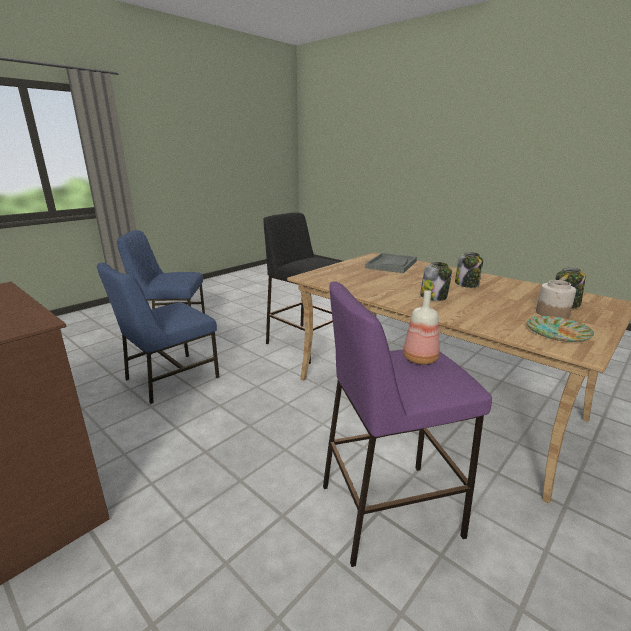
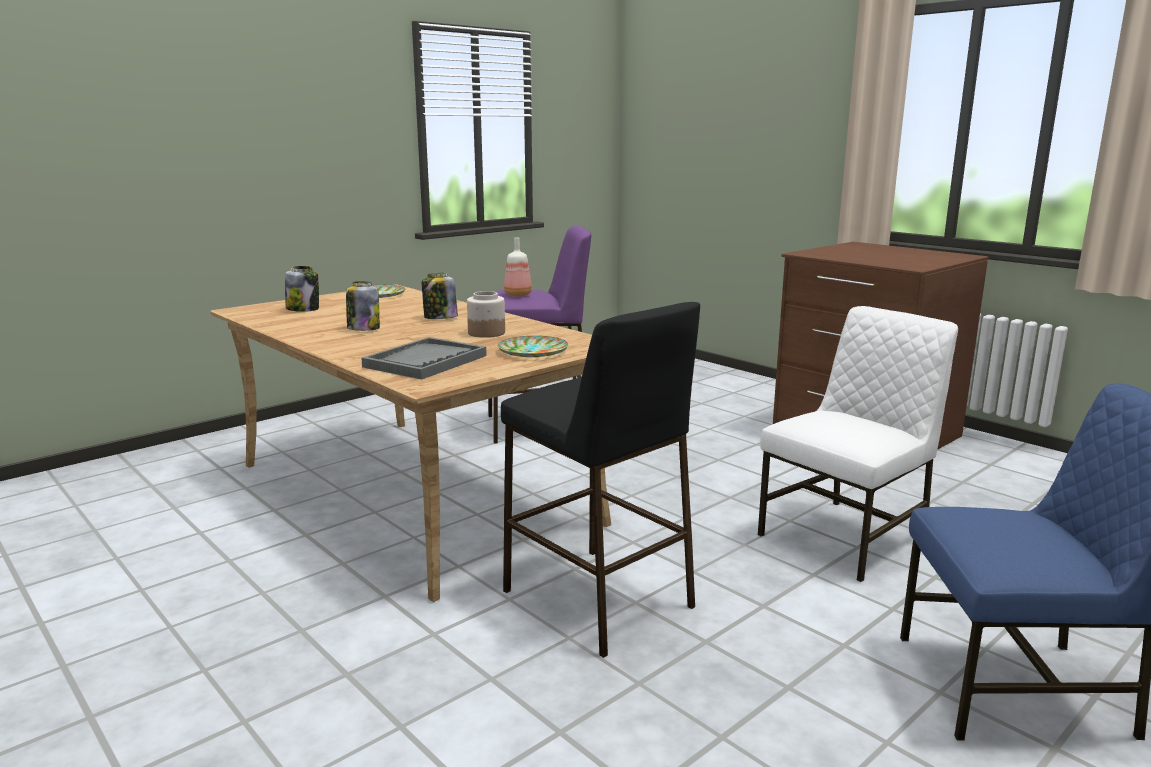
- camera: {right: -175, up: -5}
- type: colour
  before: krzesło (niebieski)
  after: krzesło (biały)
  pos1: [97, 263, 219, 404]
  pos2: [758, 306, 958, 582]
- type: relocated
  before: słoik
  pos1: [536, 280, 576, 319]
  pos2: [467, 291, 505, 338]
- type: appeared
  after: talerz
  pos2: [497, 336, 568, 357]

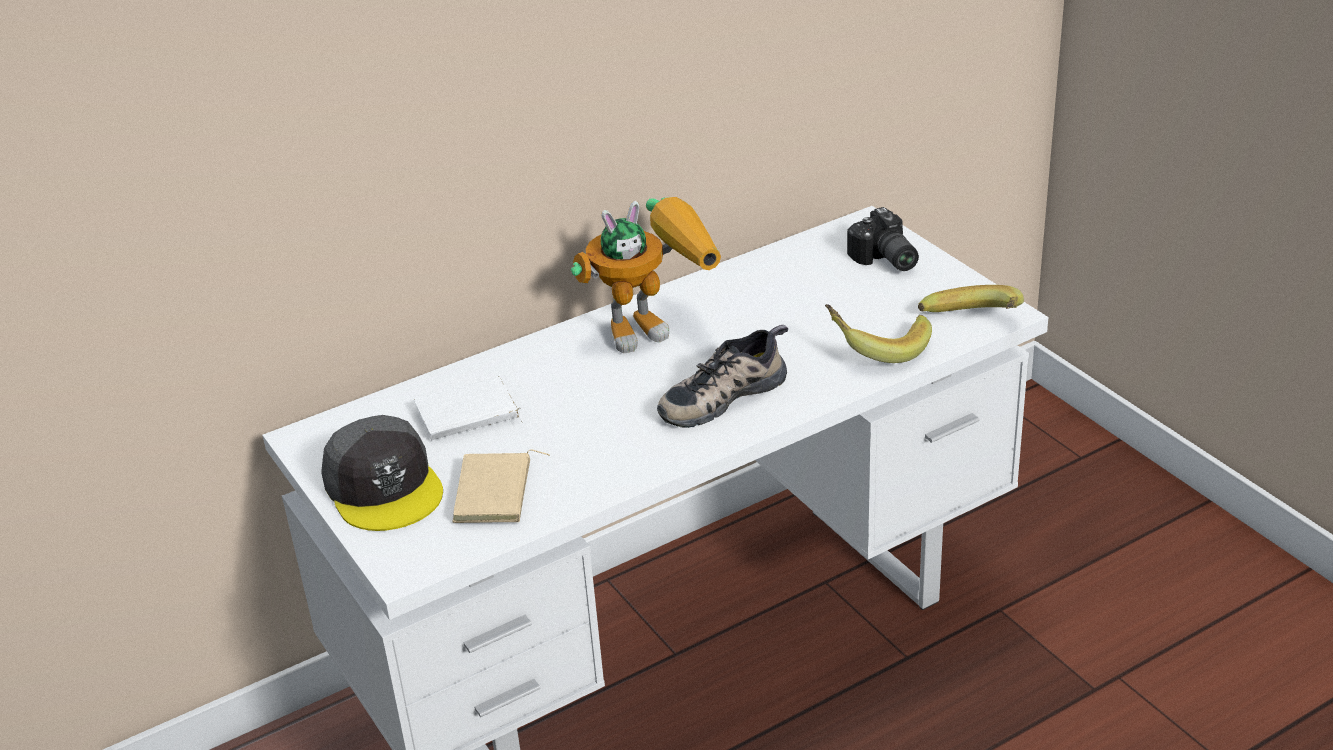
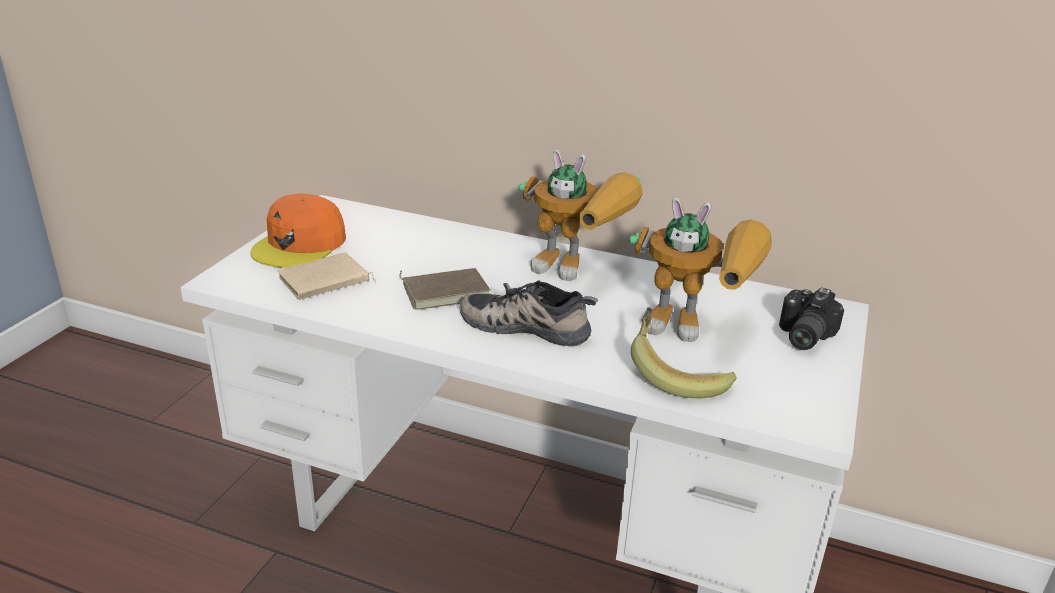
- camera: {right: 50, up: -5}
- type: colour
  before: czapka z daszkiem (szary)
  after: czapka z daszkiem (pomarańczowy)
  pos1: [321, 415, 443, 531]
  pos2: [251, 193, 346, 268]
- type: missing
  before: książka (biały)
  pos1: [414, 376, 523, 440]
- type: missing
  before: banan
  pos1: [918, 285, 1024, 312]
- type: appeared
  after: książka (brązowy)
  pos2: [399, 268, 490, 310]
- type: appeared
  after: robot zabawkowy
  pos2: [629, 197, 772, 342]

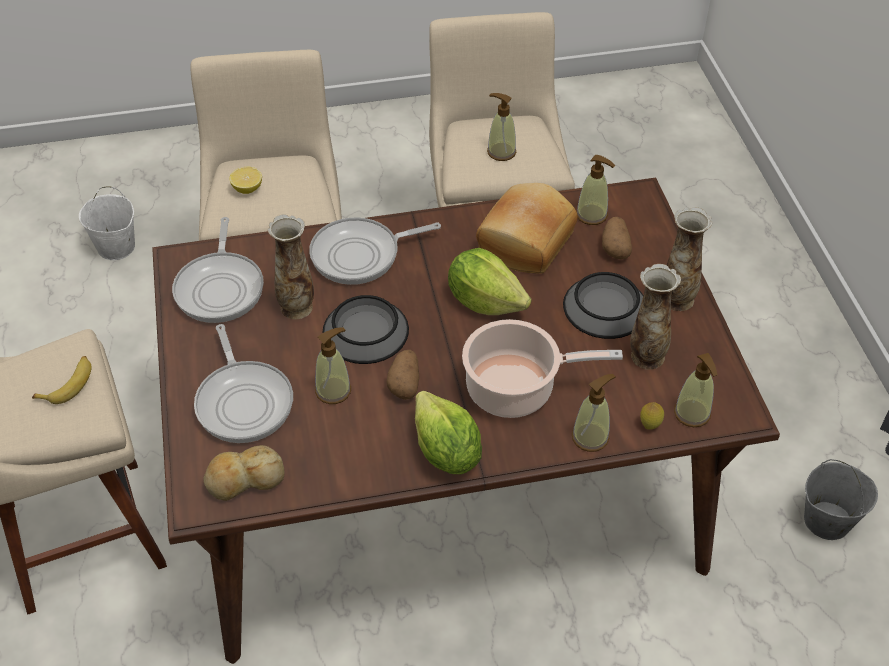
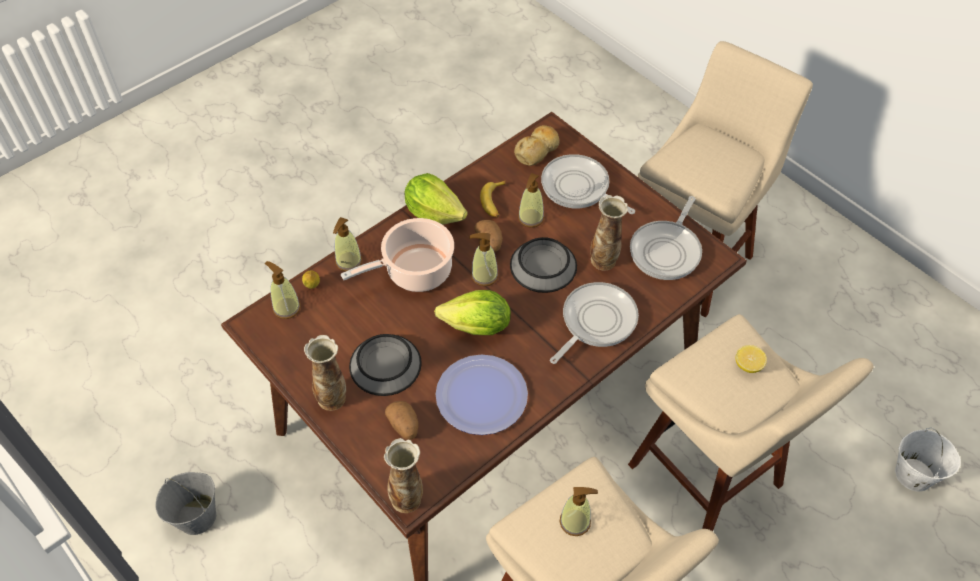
- camera: {right: 150, up: 5}
- type: relocated
  before: banan
  pos1: [32, 356, 91, 404]
  pos2: [480, 181, 505, 218]
- type: spun
  before: patelnia
  pos1: [172, 217, 264, 323]
  pos2: [630, 196, 702, 280]
  turn: -120
- type: exchanged
  before: chleb
  after: talerz
  pos1: [476, 183, 578, 274]
  pos2: [436, 354, 528, 435]
- type: relocated
  before: dozownik mydła
  pos1: [576, 155, 615, 225]
  pos2: [469, 233, 498, 286]
- type: relocated
  before: wazon
  pos1: [630, 264, 681, 370]
  pos2: [384, 438, 423, 513]

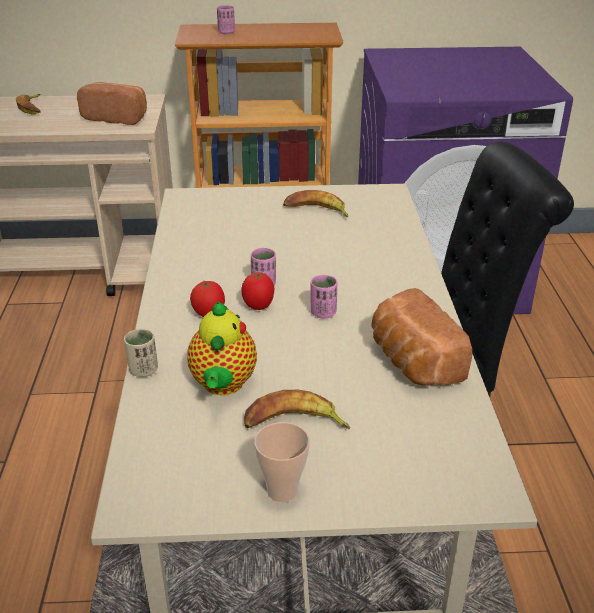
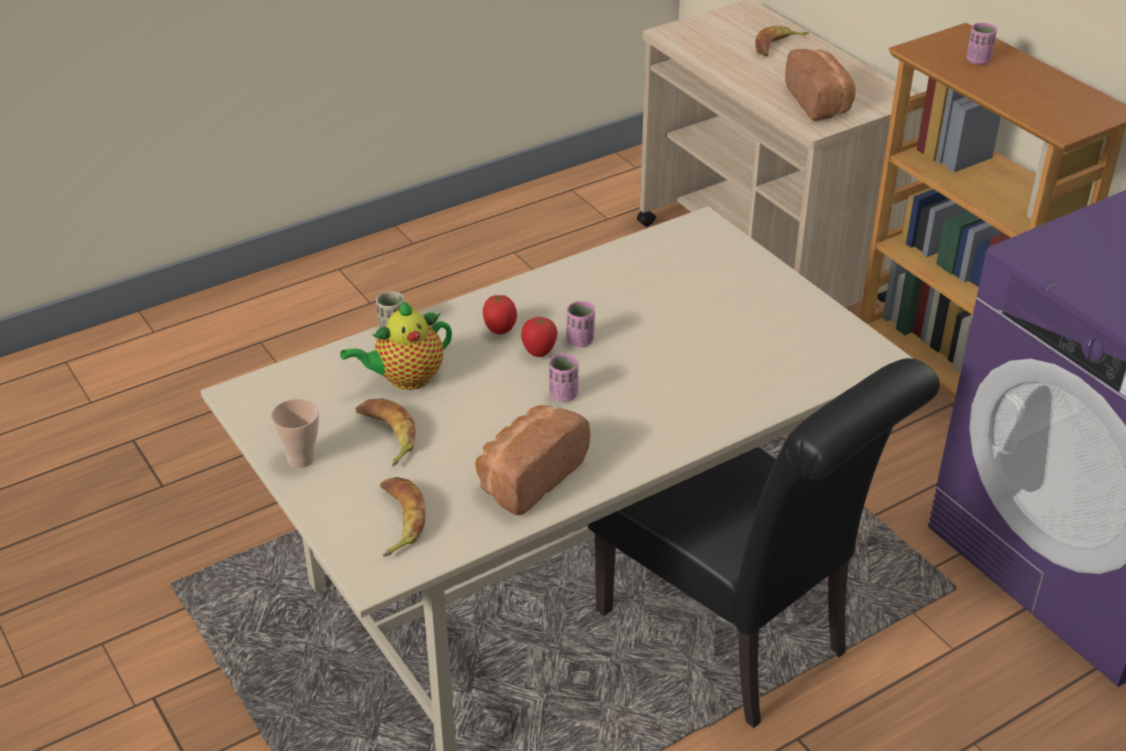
- camera: {right: 60, up: 5}
- type: relocated
  before: banan
  pos1: [283, 190, 348, 217]
  pos2: [380, 477, 425, 557]

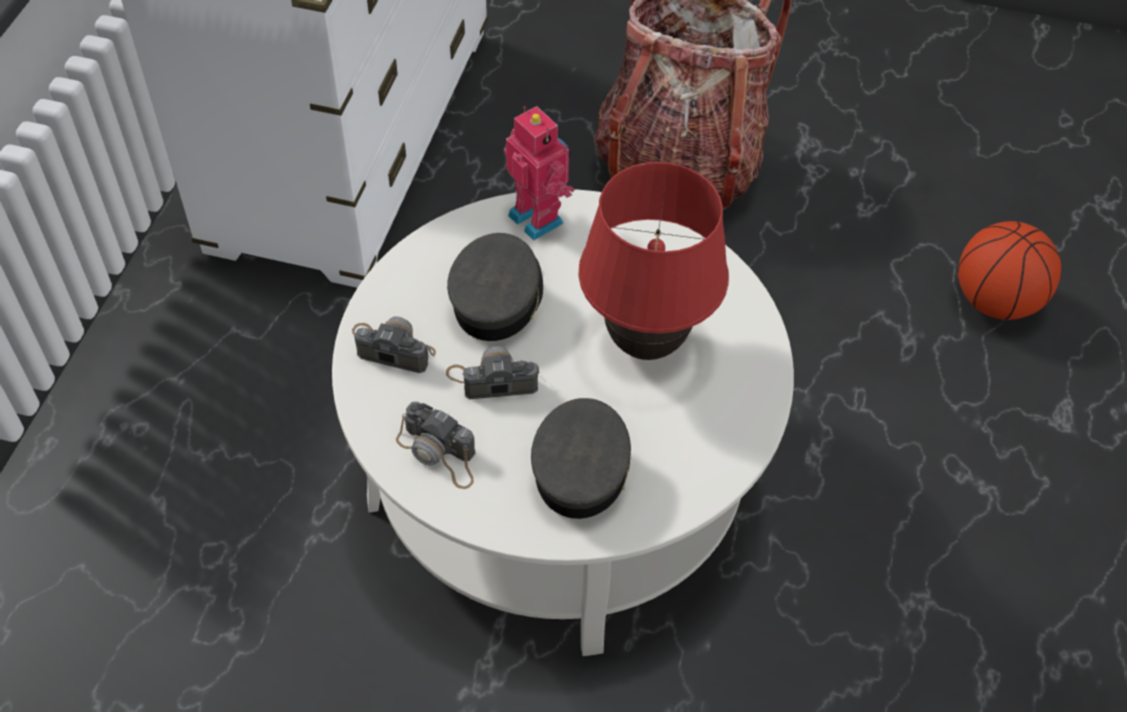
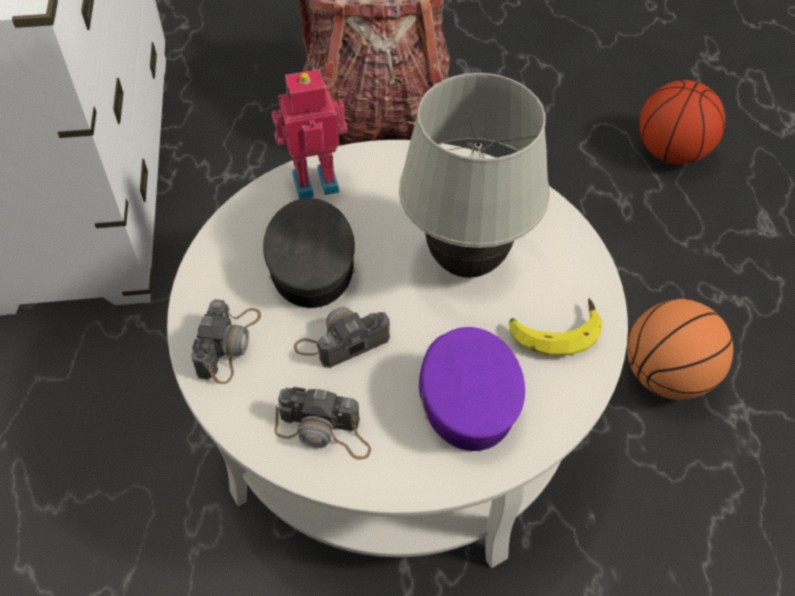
- camera: {right: -20, up: 0}
- type: spun
  before: aparat fotograficzny
  pos1: [352, 317, 436, 373]
  pos2: [191, 299, 261, 384]
  turn: 105
- type: spun
  before: robot zabawkowy
  pos1: [504, 106, 574, 241]
  pos2: [272, 69, 347, 199]
  turn: -45
- type: colour
  before: czapka z daszkiem (szary)
  after: czapka z daszkiem (fioletowy)
  pos1: [531, 398, 631, 519]
  pos2: [419, 327, 525, 451]
- type: colour
  before: lampa stołowa (czerwony)
  after: lampa stołowa (biały)
  pos1: [578, 162, 729, 360]
  pos2: [399, 73, 550, 278]
- type: appeared
  after: banan
  pos2: [509, 298, 602, 355]
- type: appeared
  after: piłka do koszykówki
  pos2: [627, 299, 733, 400]

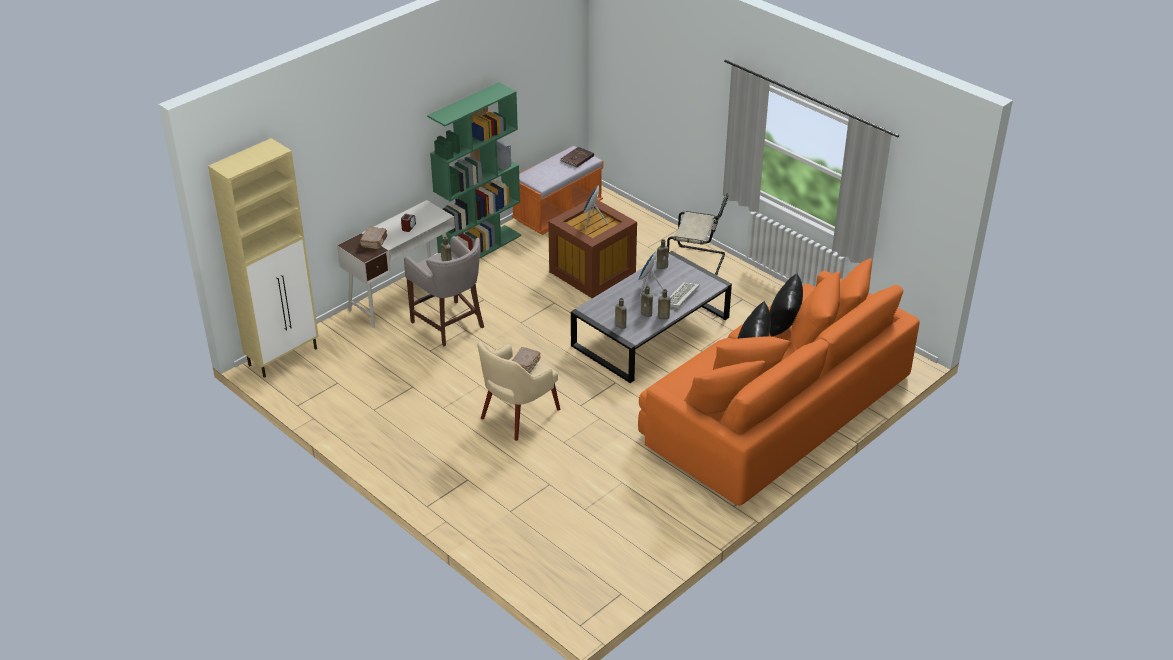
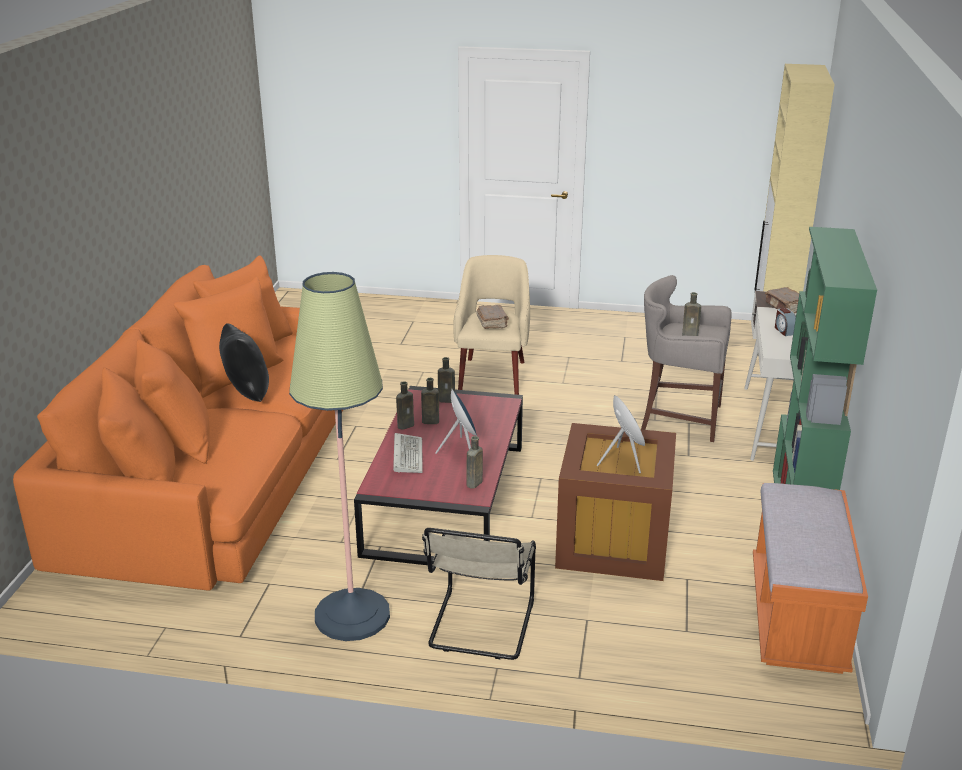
- camera: {right: 145, up: -10}
- type: missing
  before: książka (brązowy)
  pos1: [560, 147, 594, 167]
- type: colour
  before: ława (szary)
  after: ława (czerwony)
  pos1: [571, 251, 732, 383]
  pos2: [354, 386, 523, 565]
- type: spun
  before: krzesło (beżowy)
  pos1: [667, 193, 728, 275]
  pos2: [422, 528, 536, 660]
  turn: -60
- type: missing
  before: poduszka (czarny)
  pos1: [769, 273, 803, 337]
- type: appeared
  after: lampa stojąca
  pos2: [289, 272, 390, 641]

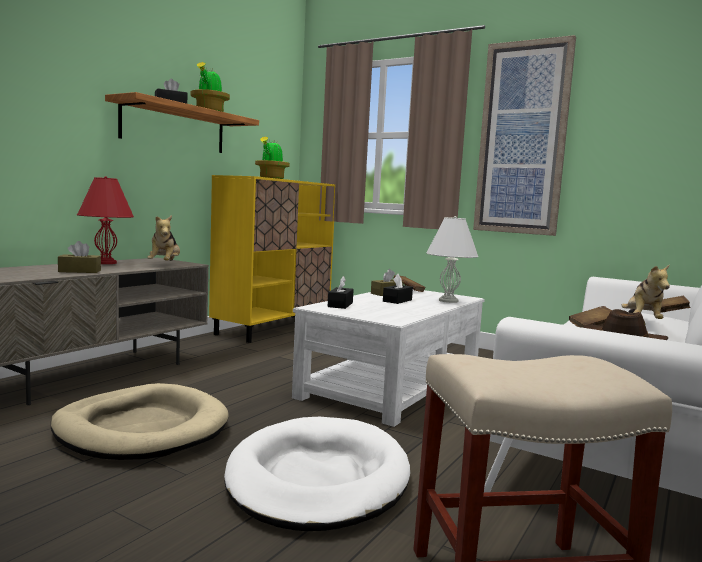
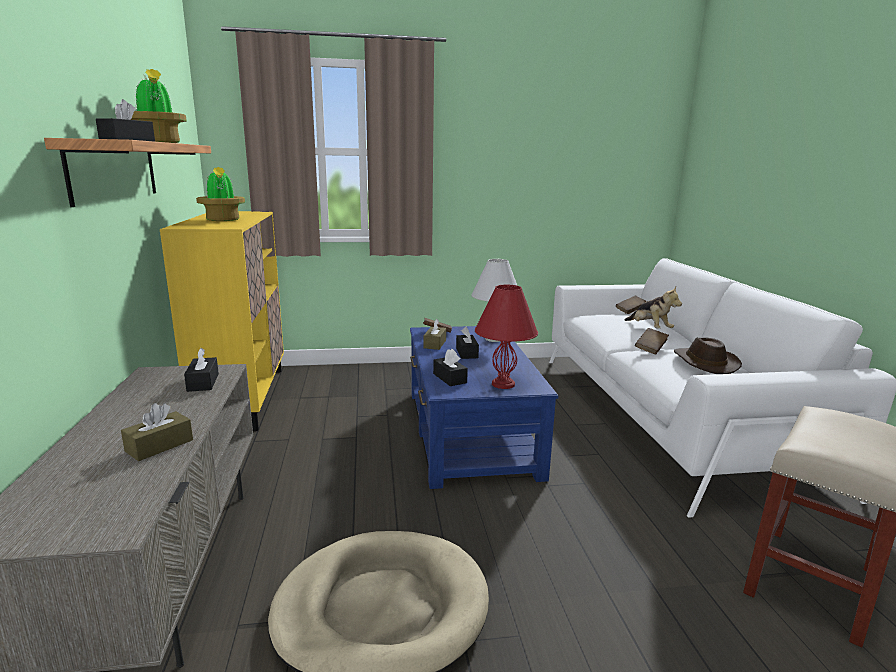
- camera: {right: -40, up: 10}
- type: relocated
  before: lampa stołowa (czerwony)
  pos1: [77, 176, 134, 264]
  pos2: [475, 284, 538, 389]
- type: exchanged
  before: pluszak
  after: pudełko chusteczek (czarny)
  pos1: [147, 215, 180, 261]
  pos2: [184, 348, 219, 392]
- type: missing
  before: legowisko (biały)
  pos1: [224, 417, 410, 531]
- type: colour
  before: ława (biały)
  after: ława (niebieski)
  pos1: [292, 290, 485, 427]
  pos2: [410, 326, 558, 489]
- type: missing
  before: obraz
  pos1: [473, 35, 576, 236]

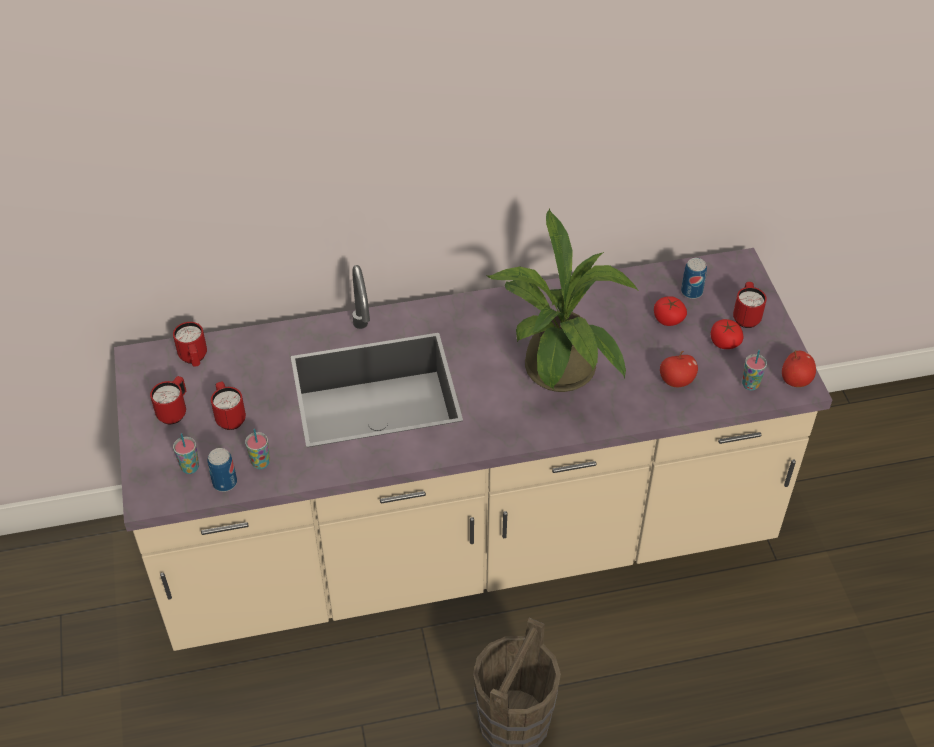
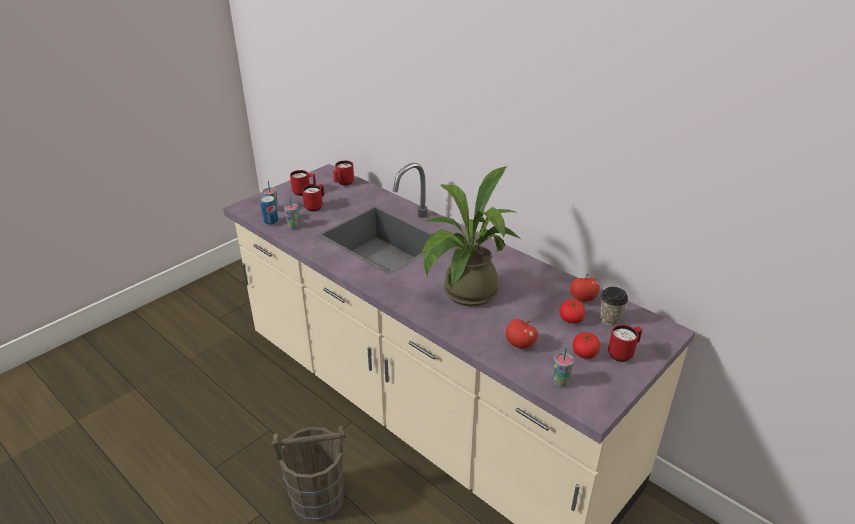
- camera: {right: 55, up: -15}
- type: exchanged
  before: puszka
  after: filiżanka
  pos1: [681, 258, 707, 299]
  pos2: [600, 287, 628, 326]
- type: relocated
  before: jabłko
  pos1: [782, 350, 816, 387]
  pos2: [570, 274, 600, 302]

